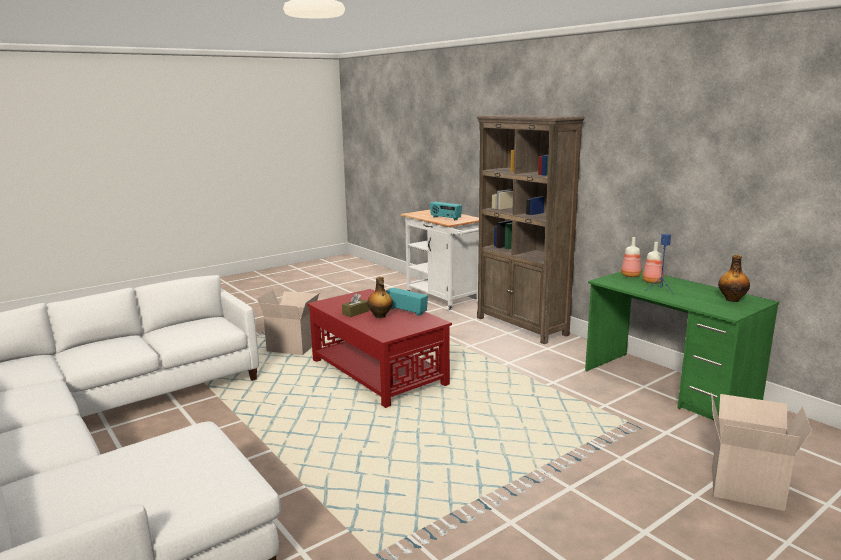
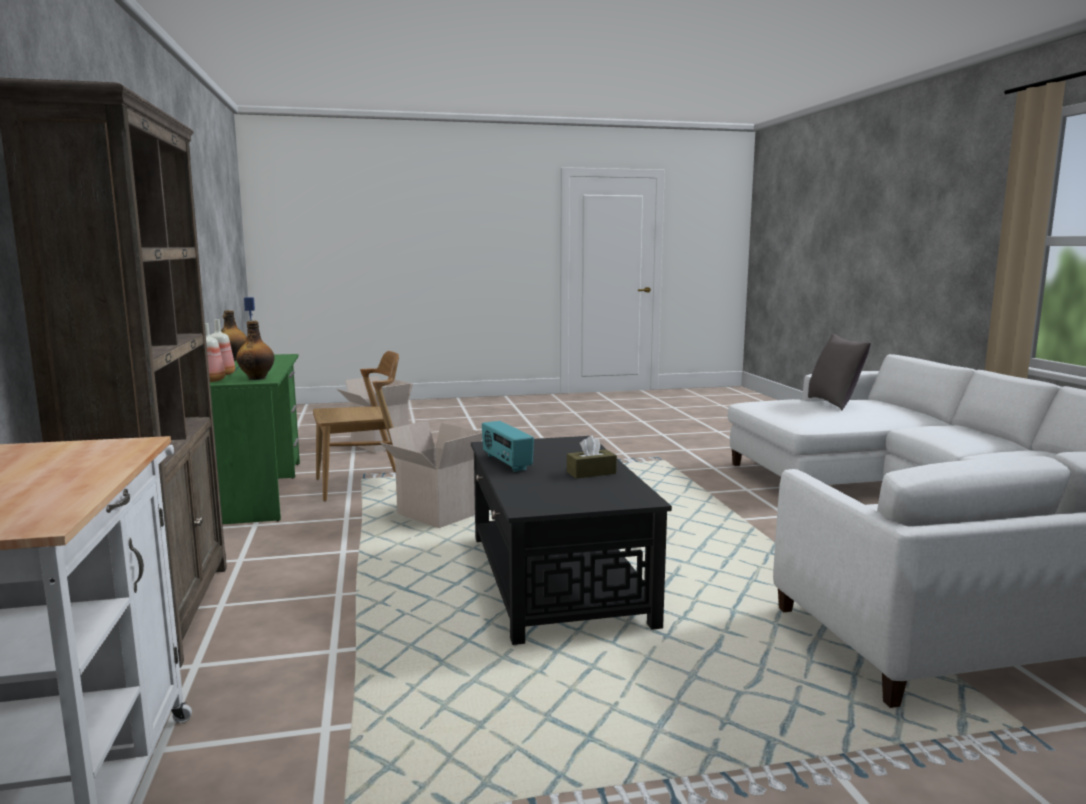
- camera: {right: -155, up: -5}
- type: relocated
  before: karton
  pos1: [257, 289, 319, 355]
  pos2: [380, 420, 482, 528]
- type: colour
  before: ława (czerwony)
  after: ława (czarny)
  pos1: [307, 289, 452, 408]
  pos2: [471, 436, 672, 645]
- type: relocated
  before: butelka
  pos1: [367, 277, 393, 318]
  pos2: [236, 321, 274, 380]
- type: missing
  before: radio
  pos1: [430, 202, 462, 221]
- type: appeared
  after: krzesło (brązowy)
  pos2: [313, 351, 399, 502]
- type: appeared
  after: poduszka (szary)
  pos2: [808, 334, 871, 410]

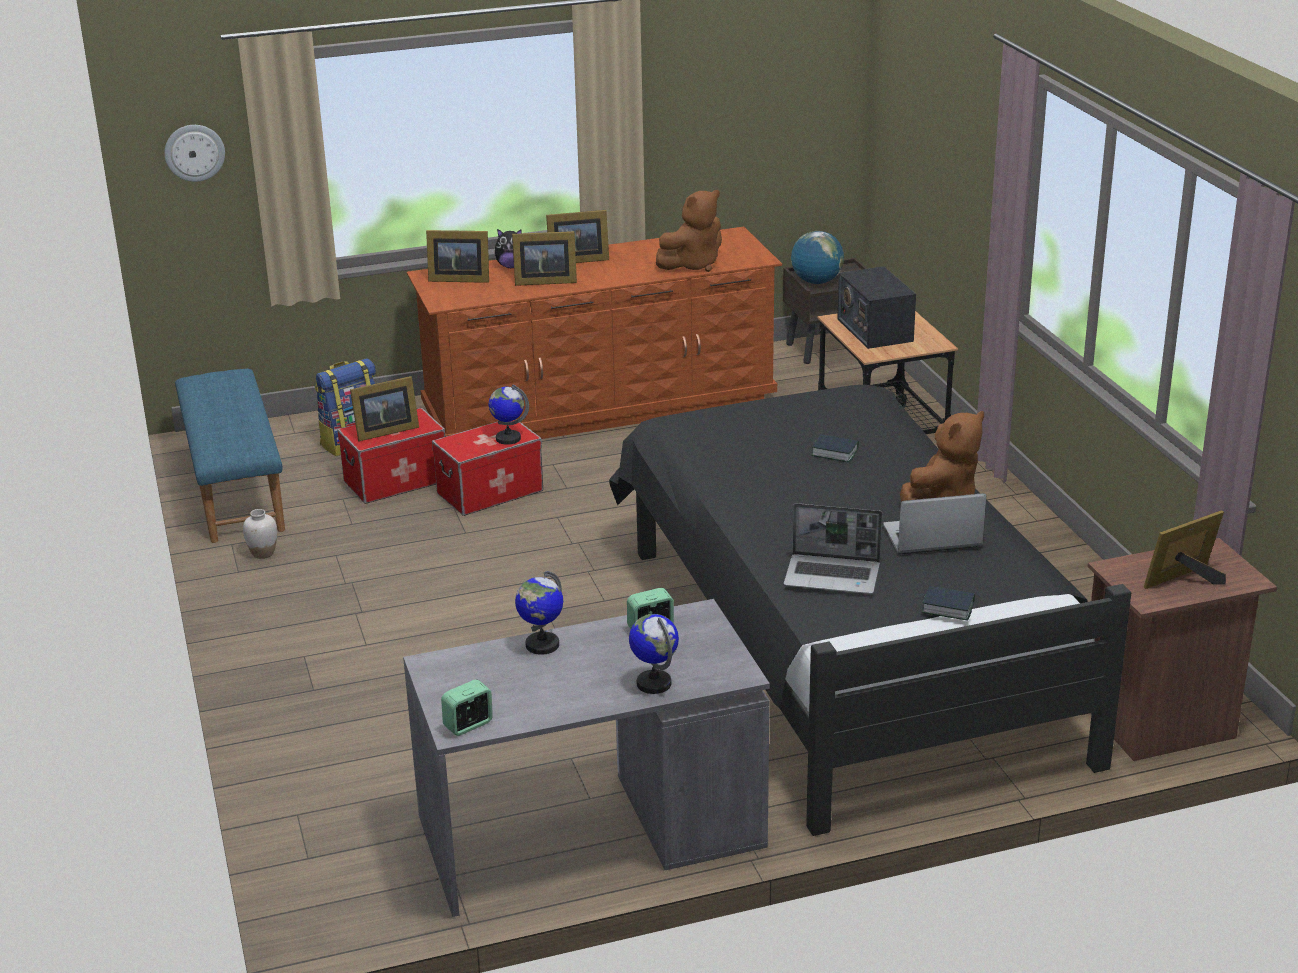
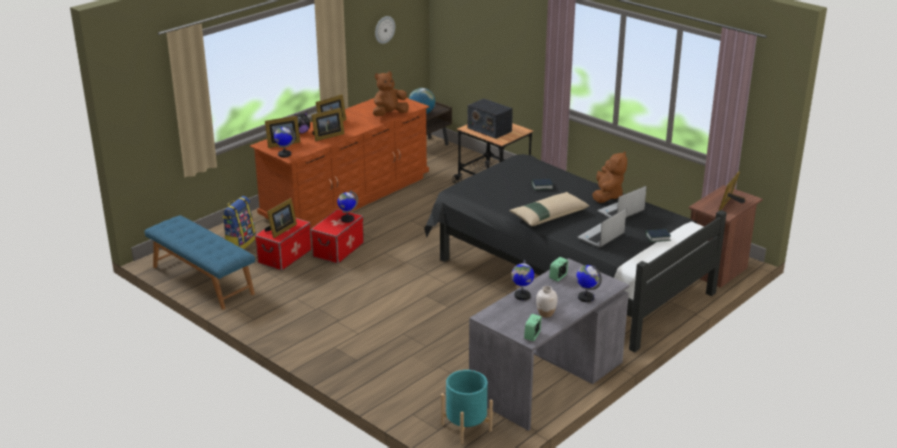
- camera: {right: -30, up: 0}
- type: relocated
  before: zegar ścienny
  pos1: [164, 125, 225, 182]
  pos2: [375, 16, 395, 44]
- type: relocated
  before: wazon (biały)
  pos1: [243, 509, 277, 559]
  pos2: [536, 286, 558, 318]
- type: spun
  before: pluszak (brązowy)
  pos1: [656, 190, 722, 272]
  pos2: [373, 71, 409, 116]
  turn: -150
- type: spun
  before: laptop
  pos1: [784, 503, 882, 594]
  pos2: [577, 208, 626, 248]
  turn: 150
- type: appeared
  after: globus
  pos2: [274, 126, 296, 158]
- type: appeared
  after: donica (turkusowy)
  pos2: [441, 370, 493, 444]
- type: appeared
  after: poduszka (beżowy)
  pos2: [509, 192, 589, 226]

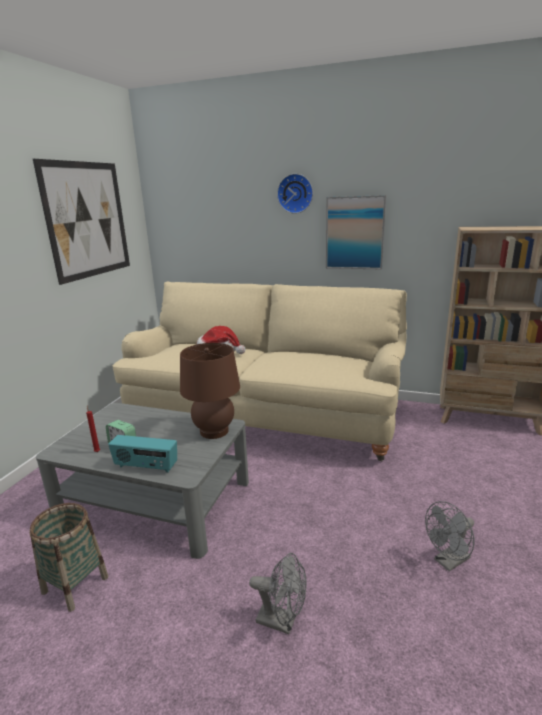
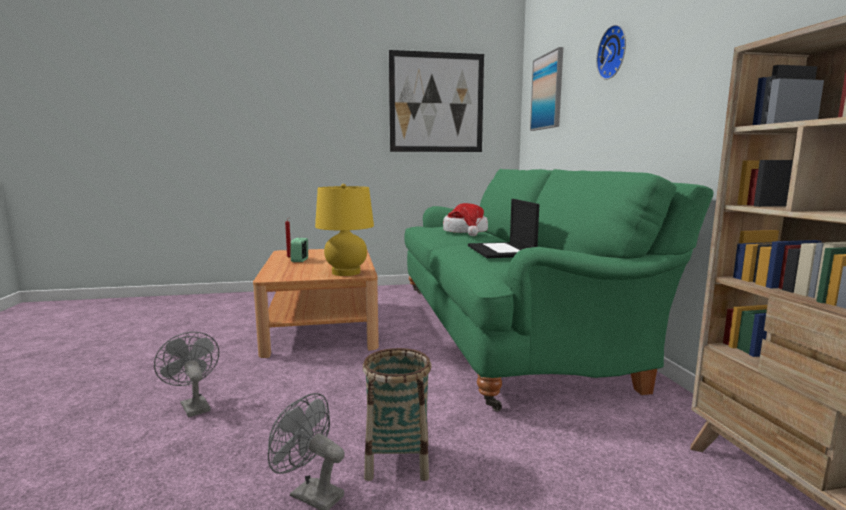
- camera: {right: 60, up: -10}
- type: relocated
  before: koszyk
  pos1: [30, 503, 109, 612]
  pos2: [363, 348, 431, 481]
- type: colour
  before: ława (szary)
  after: ława (brązowy)
  pos1: [36, 403, 249, 559]
  pos2: [253, 249, 379, 358]
- type: missing
  before: radio
  pos1: [108, 435, 177, 473]
- type: colour
  before: kanapa (beżowy)
  after: kanapa (zielony)
  pos1: [112, 281, 407, 461]
  pos2: [404, 169, 713, 411]
- type: colour
  before: lampa stołowa (brązowy)
  after: lampa stołowa (żółty)
  pos1: [180, 343, 240, 439]
  pos2: [315, 184, 374, 276]
- type: spun
  before: wentylator (szary)
  pos1: [249, 553, 307, 634]
  pos2: [154, 332, 219, 417]
  turn: 150
- type: relocated
  before: obraz
  pos1: [326, 195, 386, 270]
  pos2: [530, 47, 563, 131]
- type: appeared
  after: laptop
  pos2: [468, 199, 539, 258]

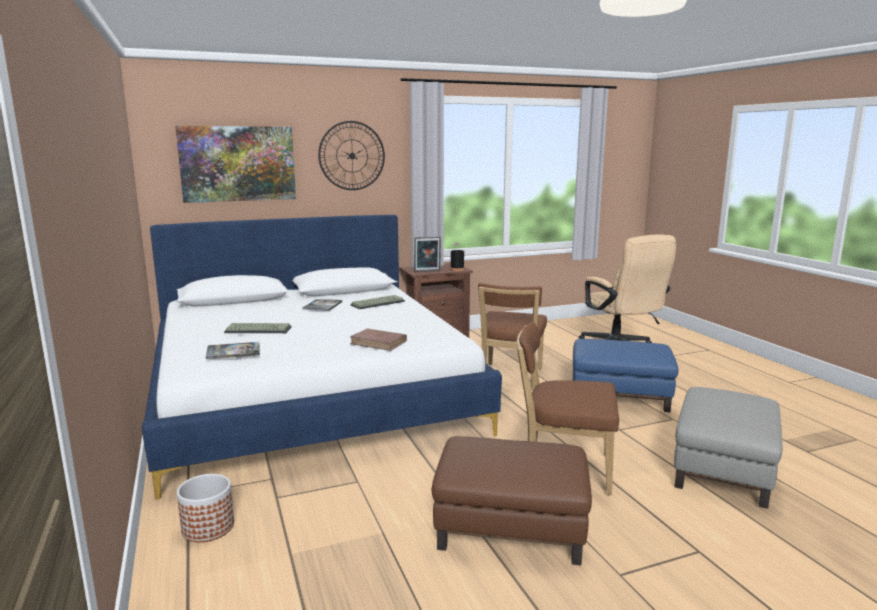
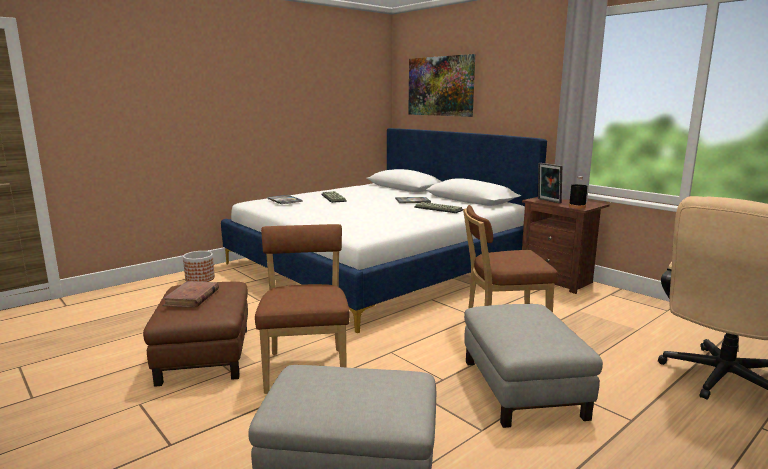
- camera: {right: 70, up: 0}
- type: missing
  before: zegar ścienny
  pos1: [318, 121, 385, 190]
- type: relocated
  before: książka (brązowy)
  pos1: [350, 328, 407, 351]
  pos2: [163, 281, 219, 307]
- type: colour
  before: pufa (niebieski)
  after: pufa (szary)
  pos1: [573, 339, 678, 412]
  pos2: [464, 304, 603, 428]

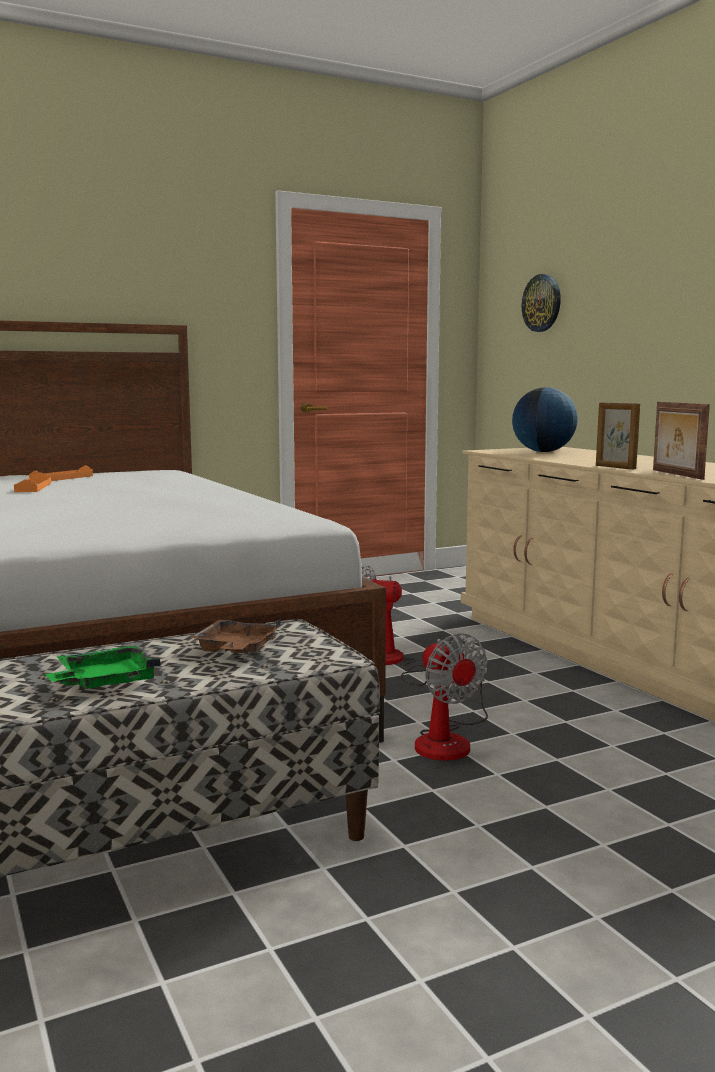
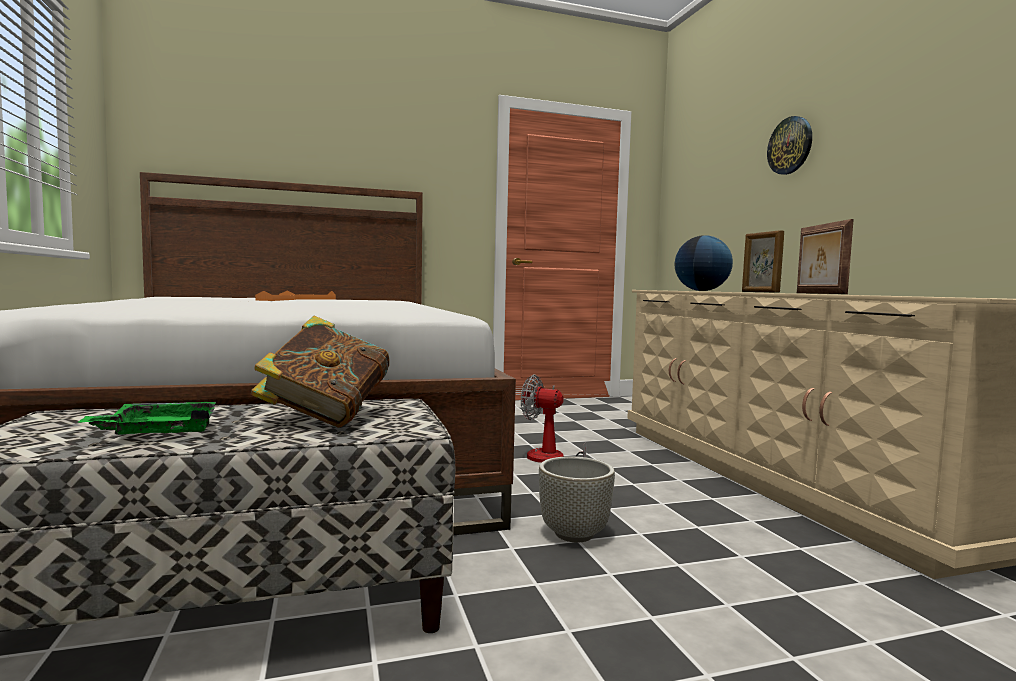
- camera: {right: 10, up: -5}
- type: exchanged
  before: taca (brązowy)
  after: książka
  pos1: [189, 619, 281, 654]
  pos2: [251, 316, 390, 427]
- type: exchanged
  before: wentylator
  after: donica (szary)
  pos1: [415, 633, 488, 761]
  pos2: [539, 456, 615, 542]
- type: relocated
  before: zegar ścienny
  pos1: [522, 274, 561, 332]
  pos2: [767, 116, 812, 175]

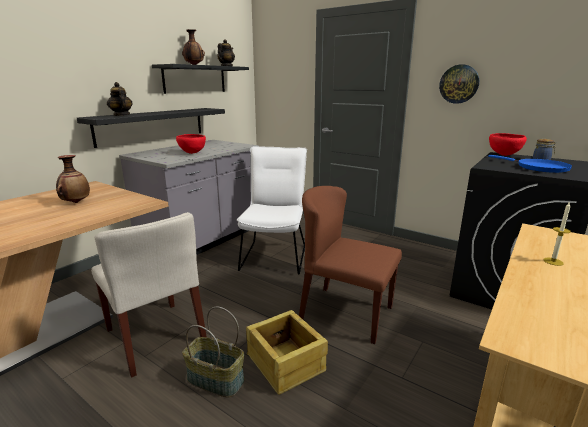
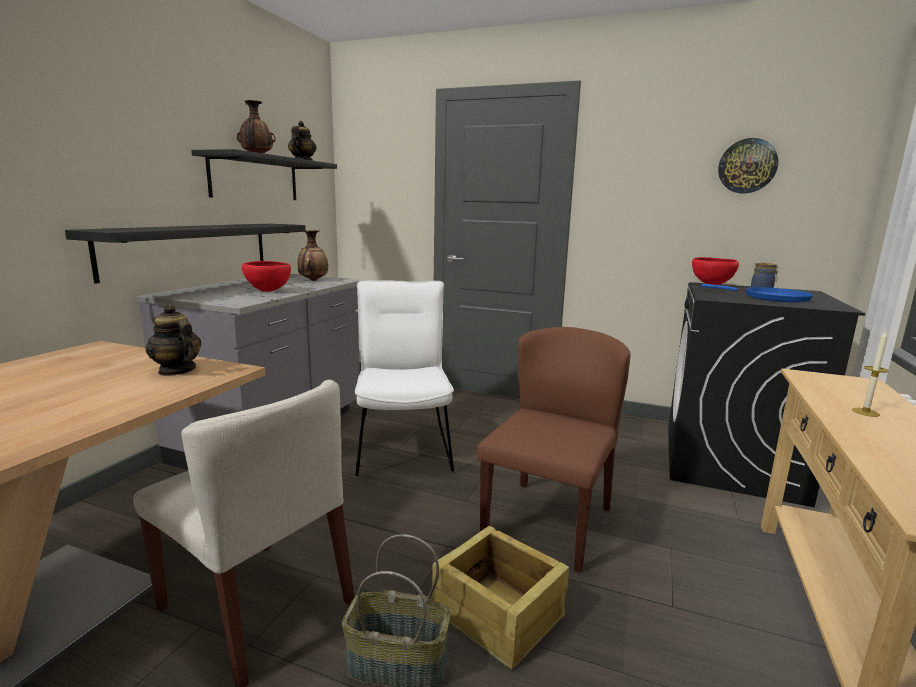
- camera: {right: -15, up: -5}
- type: relocated
  before: wazon
  pos1: [56, 155, 90, 203]
  pos2: [298, 230, 328, 281]
- type: relocated
  before: imbryk
  pos1: [107, 82, 133, 116]
  pos2: [145, 304, 201, 376]
- type: spun
  before: krzesło (brązowy)
  pos1: [299, 186, 402, 344]
  pos2: [477, 327, 631, 573]
  turn: 105
- type: relocated
  before: zegar ścienny
  pos1: [439, 64, 479, 104]
  pos2: [718, 138, 778, 193]

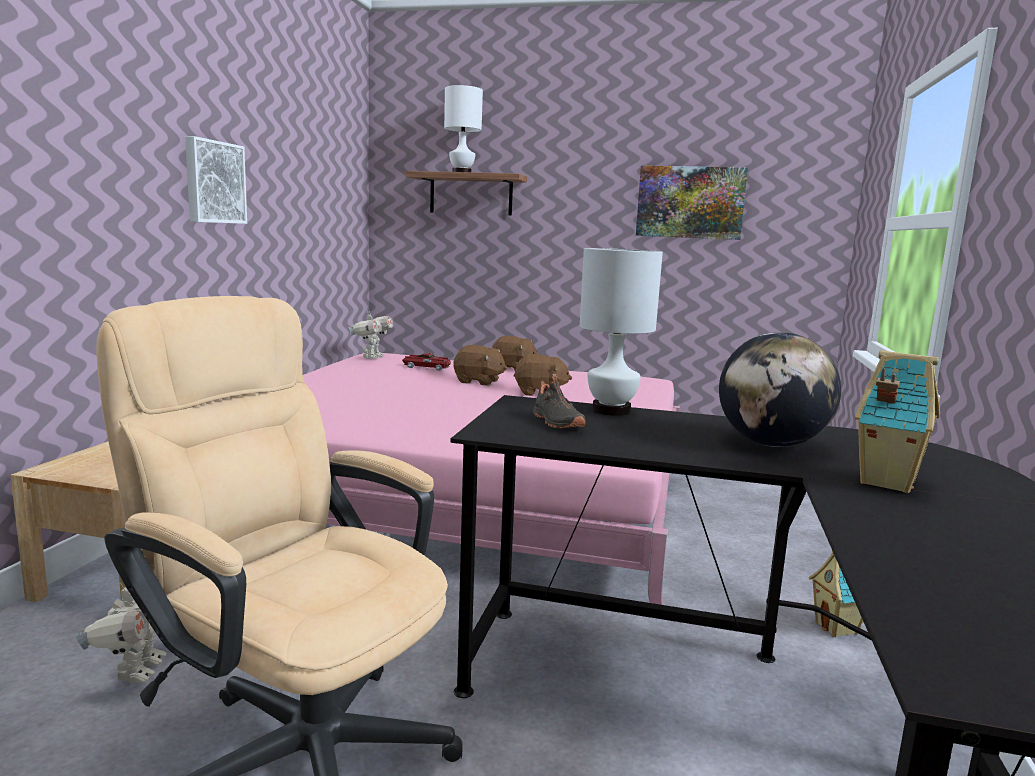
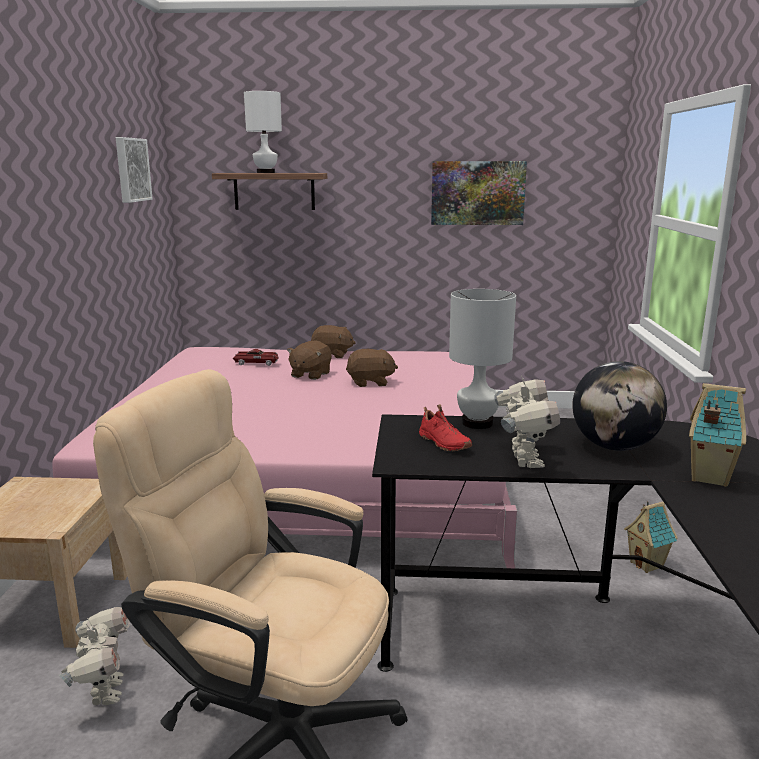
- camera: {right: -10, up: 5}
- type: relocated
  before: obraz
  pos1: [185, 136, 247, 224]
  pos2: [116, 137, 153, 203]
- type: relocated
  before: robot zabawkowy
  pos1: [348, 311, 393, 359]
  pos2: [495, 376, 560, 468]
- type: spun
  before: pluszak (brązowy)
  pos1: [453, 345, 507, 386]
  pos2: [287, 340, 332, 380]
  turn: 105
- type: colour
  before: but (czarny)
  after: but (czerwony)
  pos1: [533, 374, 585, 428]
  pos2: [419, 404, 472, 451]

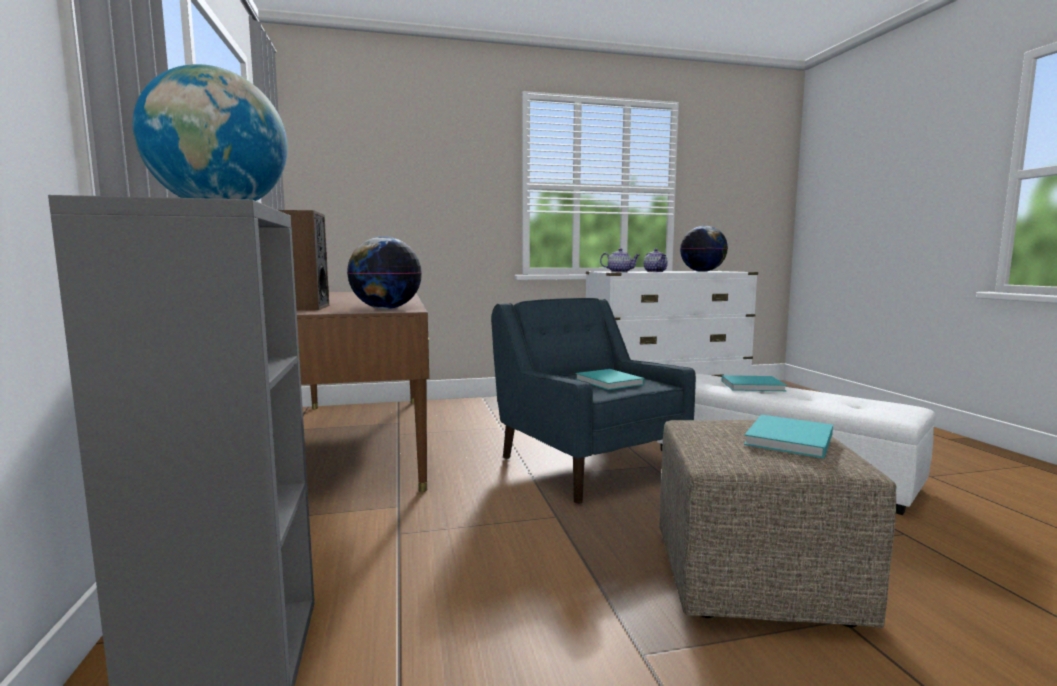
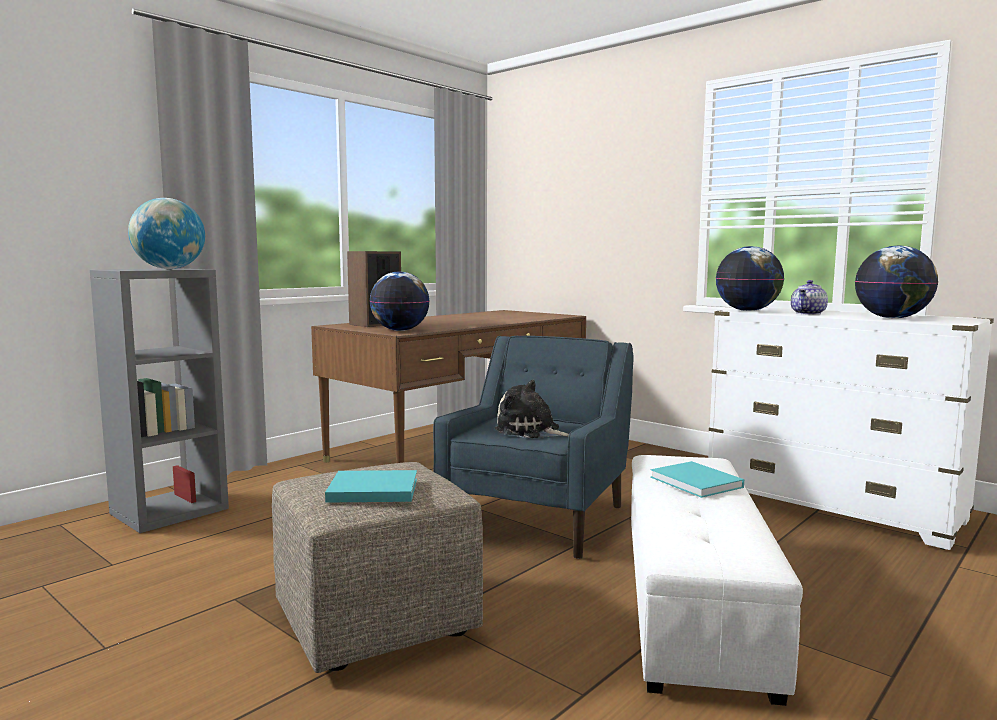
- camera: {right: 55, up: 0}
- type: exchanged
  before: książka (turkusowy)
  after: pluszak
  pos1: [575, 369, 645, 390]
  pos2: [495, 380, 569, 438]
- type: exchanged
  before: imbryk
  after: globus
  pos1: [600, 248, 640, 272]
  pos2: [716, 246, 784, 311]

